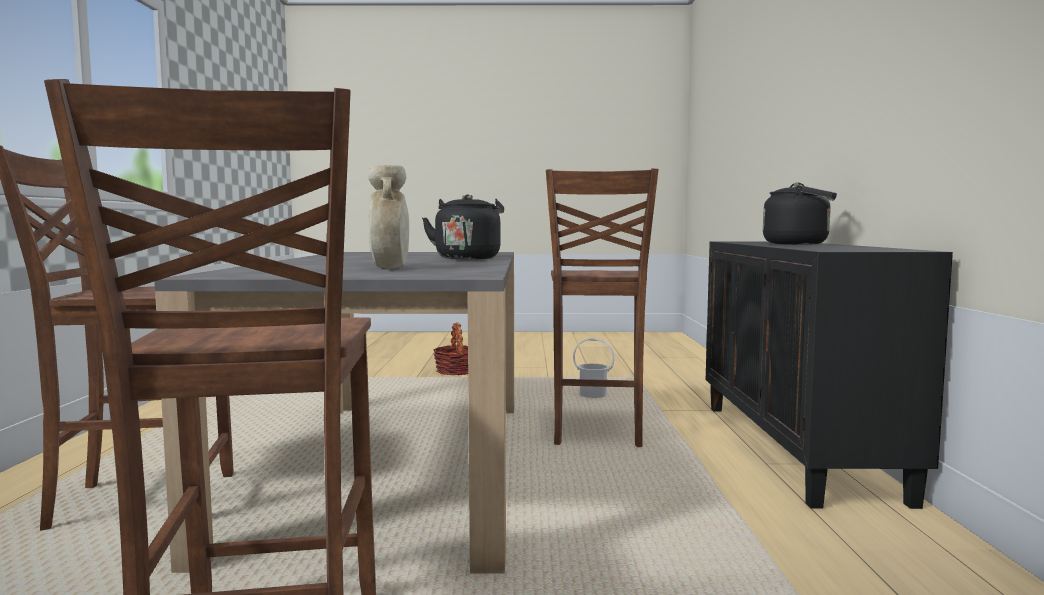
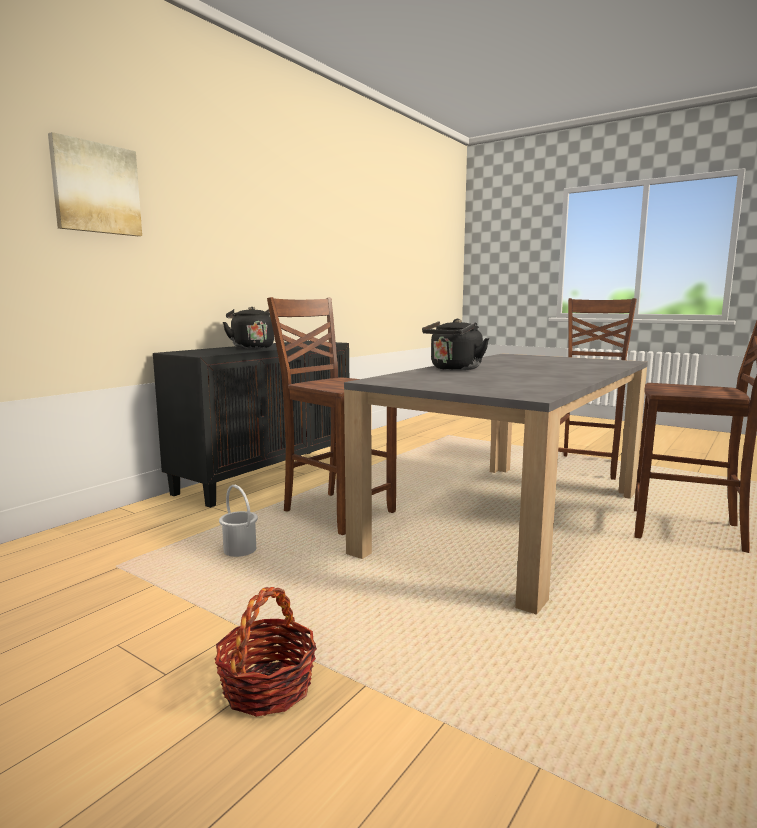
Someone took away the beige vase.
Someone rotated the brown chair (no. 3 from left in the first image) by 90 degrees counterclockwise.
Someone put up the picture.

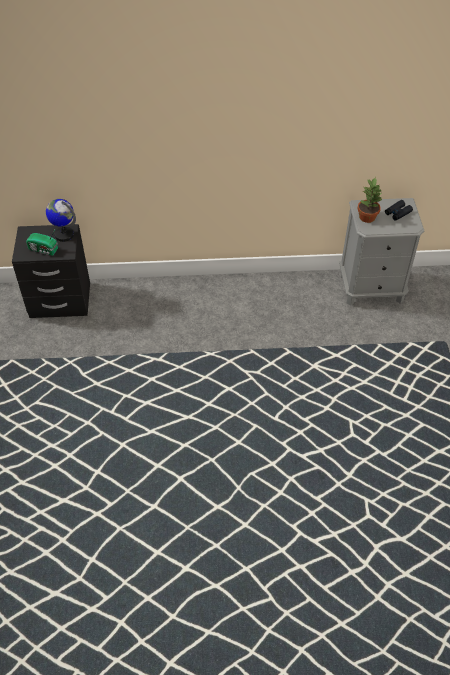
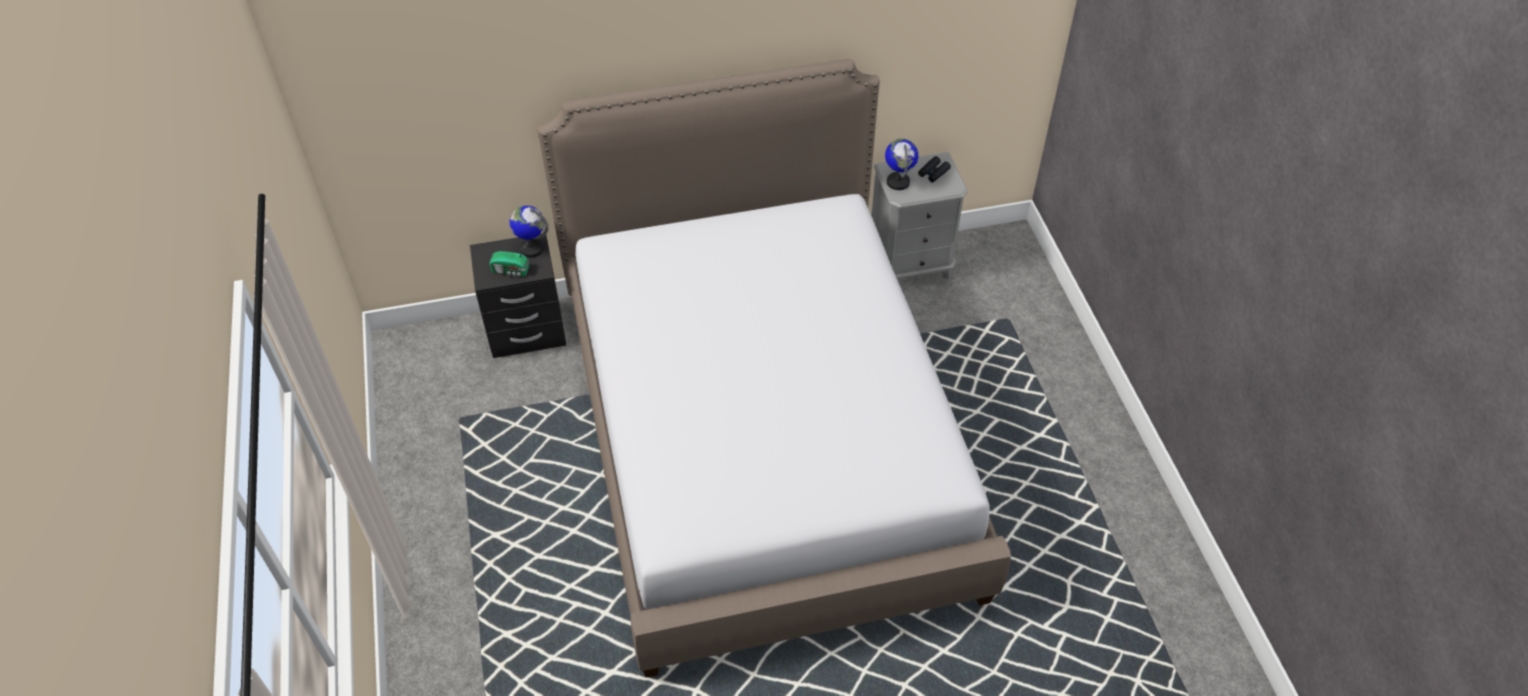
Someone swapped the potted plant for the globe (no. 2 from left).
Someone put down the bed.

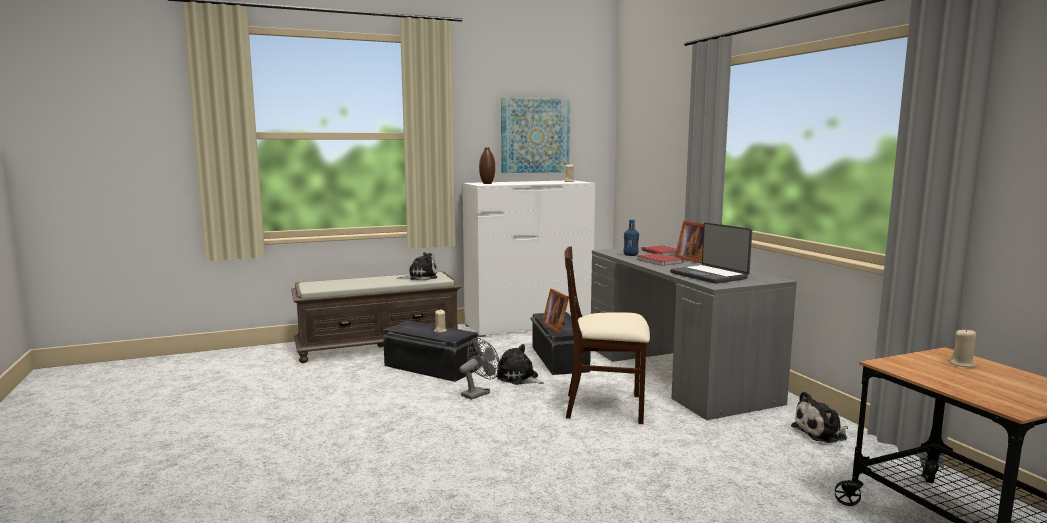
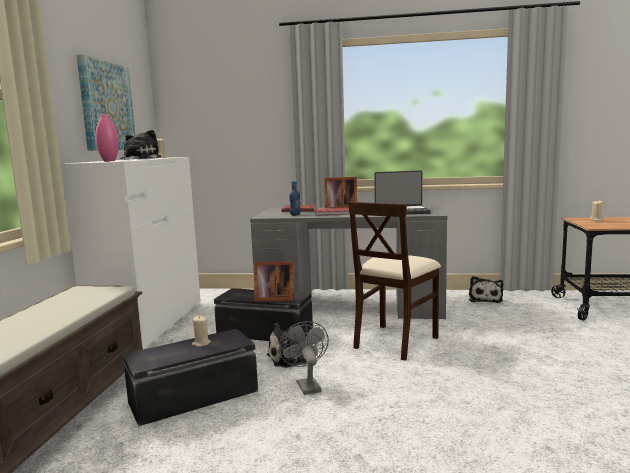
Someone carried the plush toy (no. 1 from left).
Someone repainted the brown vase, which became the pink vase.

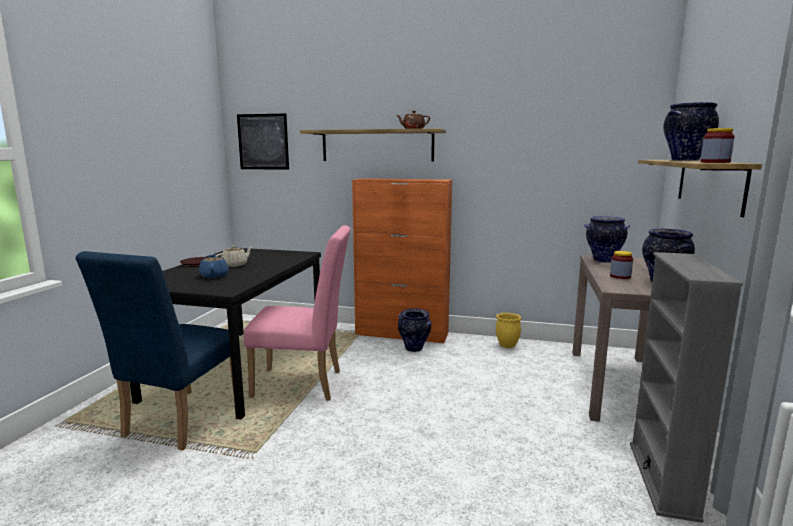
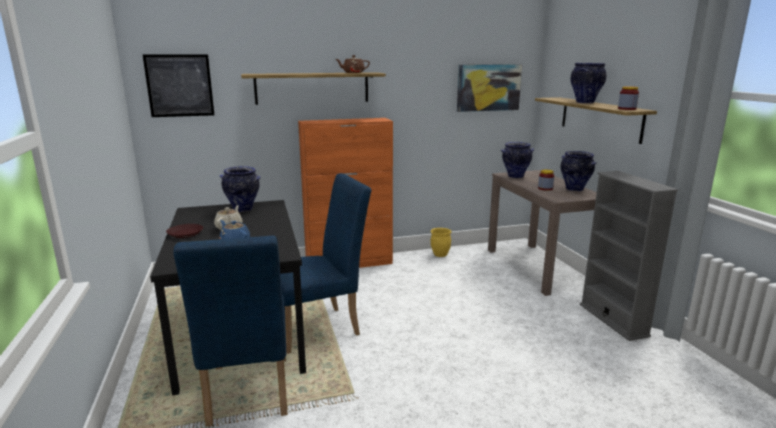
Someone repainted the pink chair, which became the blue chair (no. 2 from left).
Someone carried the vase (no. 1 from left).
Someone put up the picture (no. 2 from left).

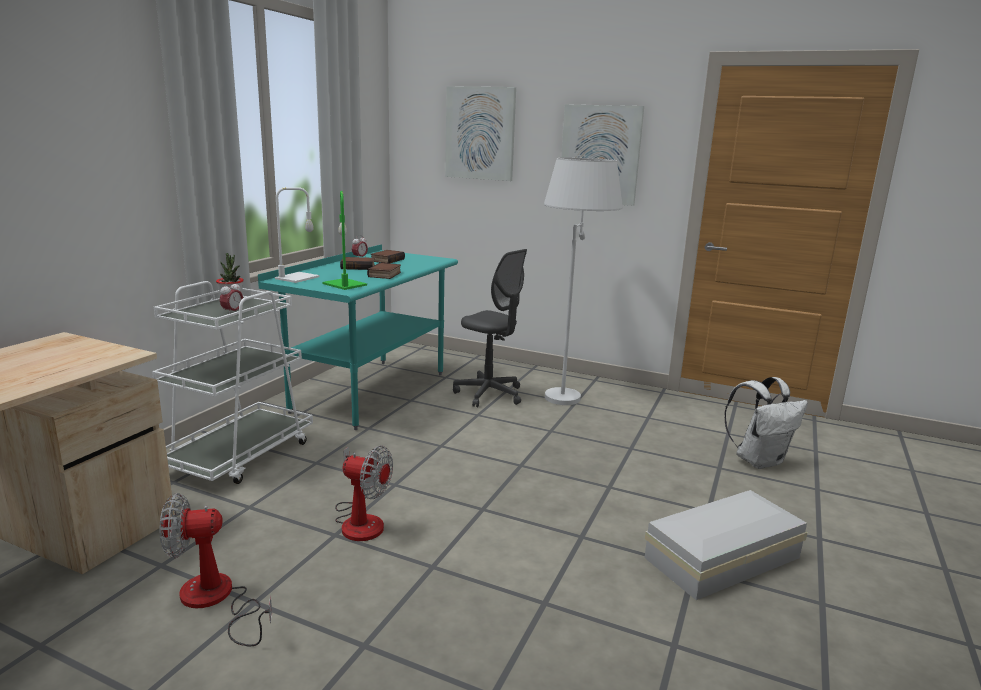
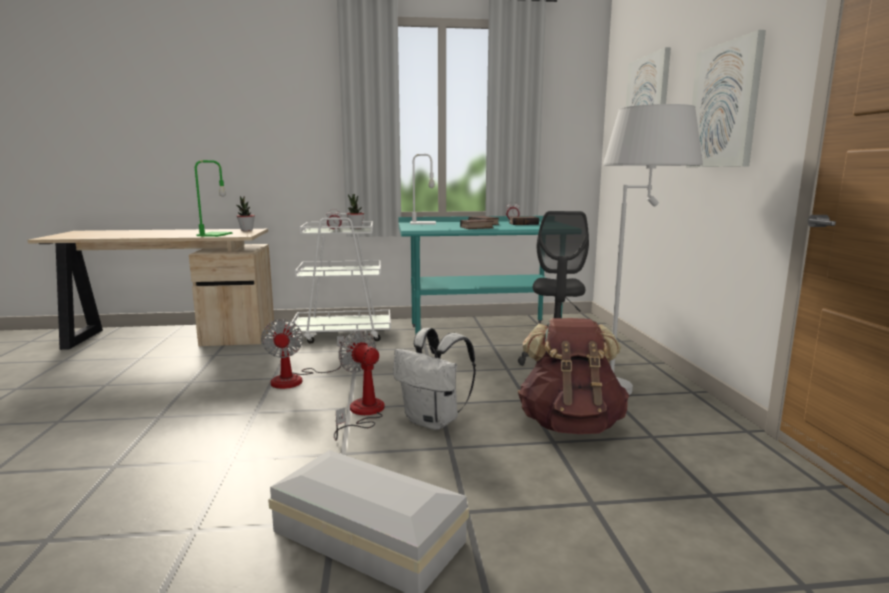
Someone carried the fan (no. 1 from left in the first image).
Someone carried the green table lamp.
Someone carried the white backpack.
Someone put down the potted plant (no. 1 from left).
Someone put down the brown backpack.

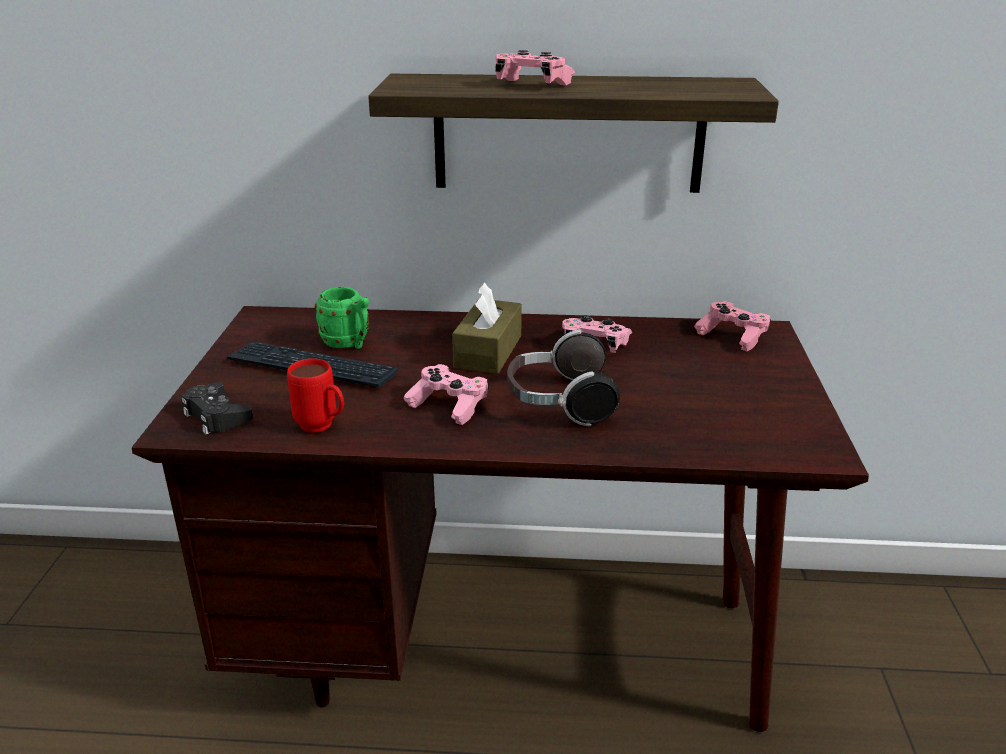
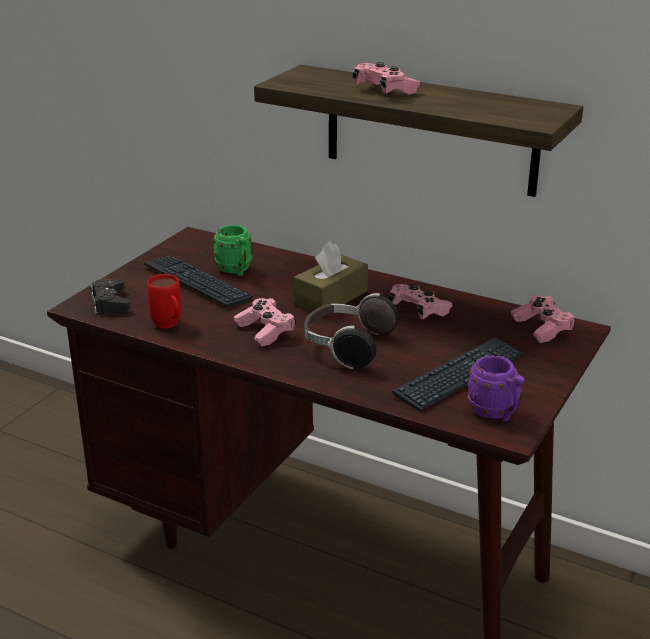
Someone put down the keyboard (no. 2 from left).
Someone put down the purple mug.

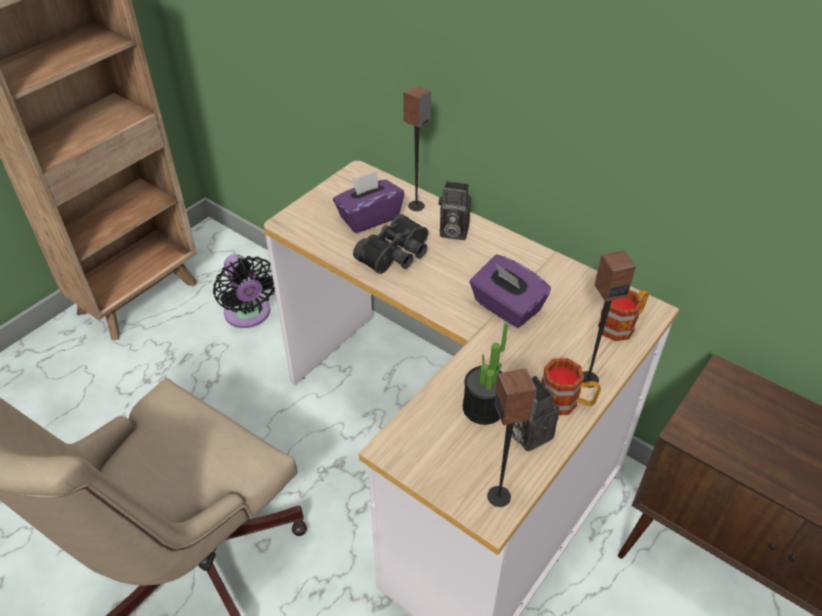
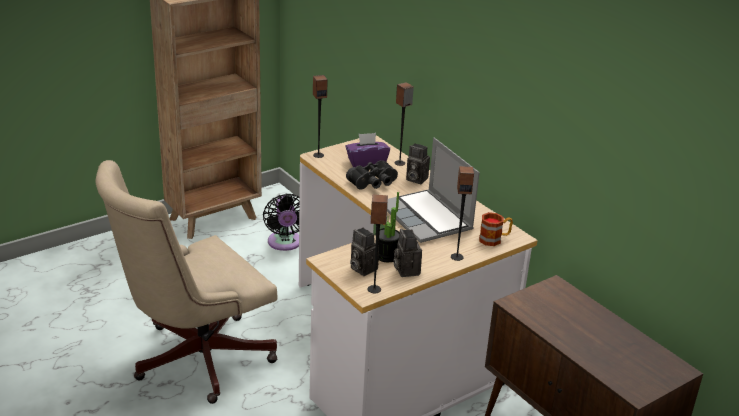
Someone swapped the purple tissue box (no. 2 from left) for the laptop.
Someone took away the mug (no. 1 from left).
Someone put down the speaker (no. 1 from left).
Someone put down the photo camera (no. 1 from left).

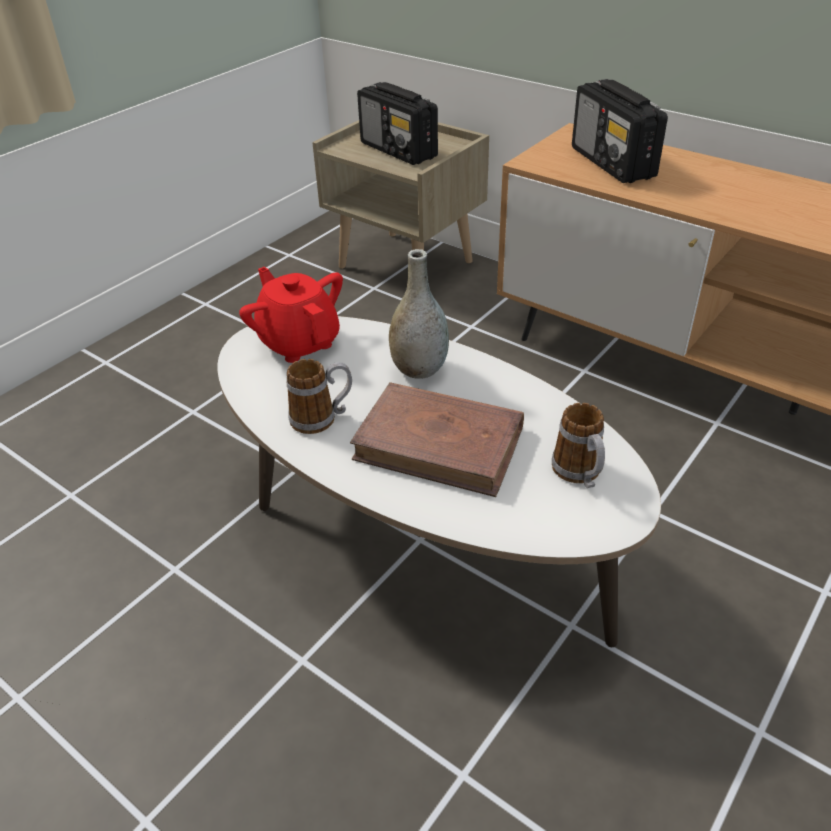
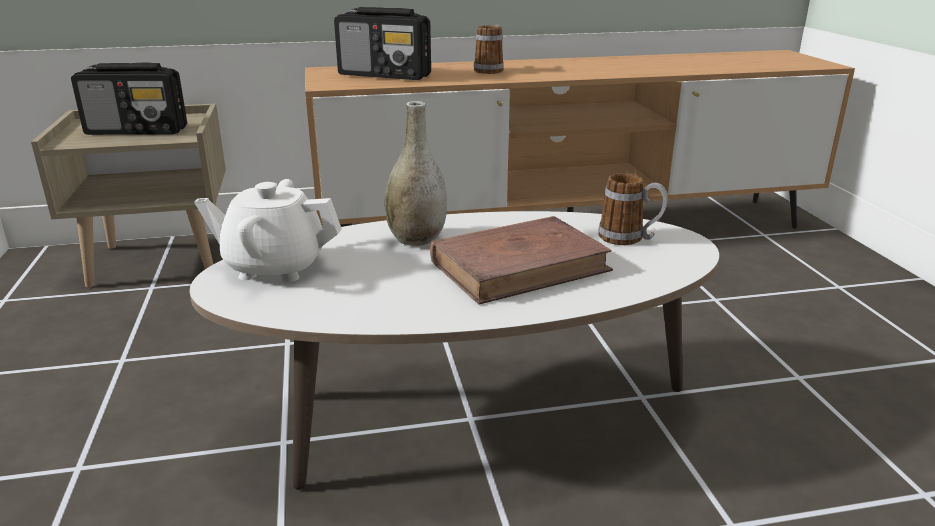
Someone repainted the red teapot, which became the white teapot.
Someone carried the mug (no. 1 from left).

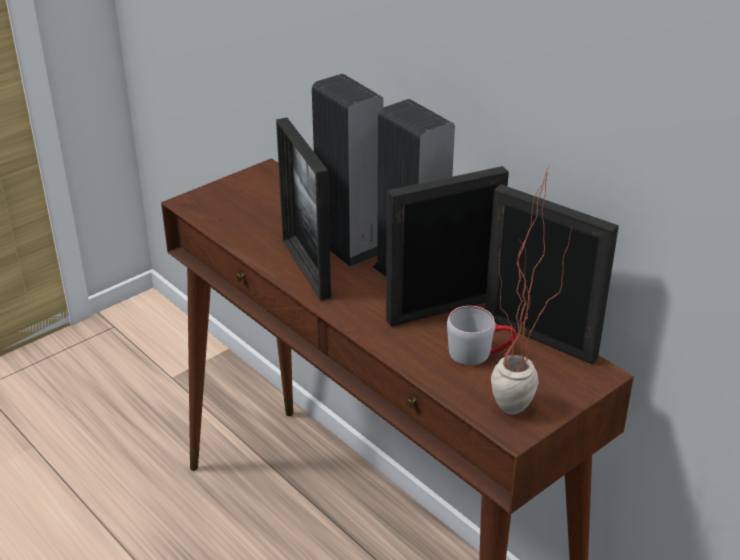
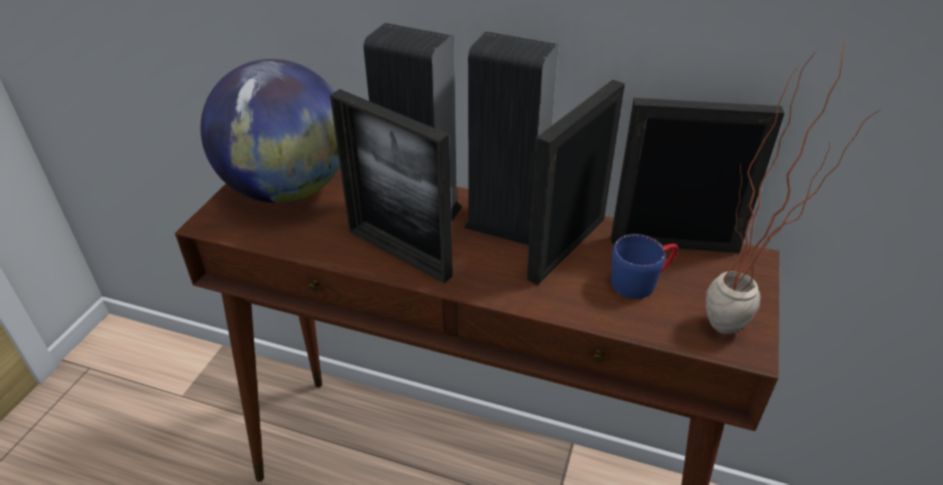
Someone repainted the grey mug, which became the blue mug.
Someone put down the globe.

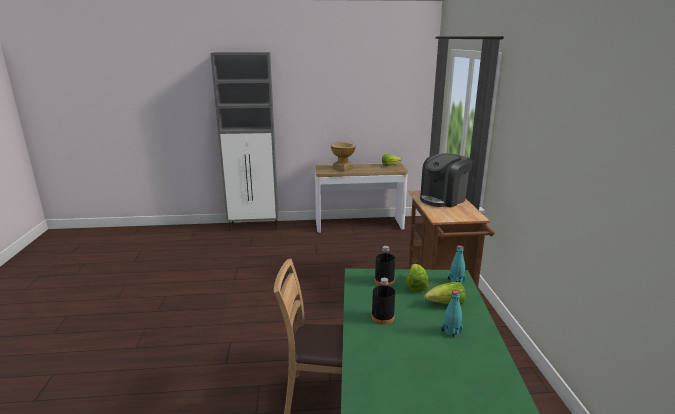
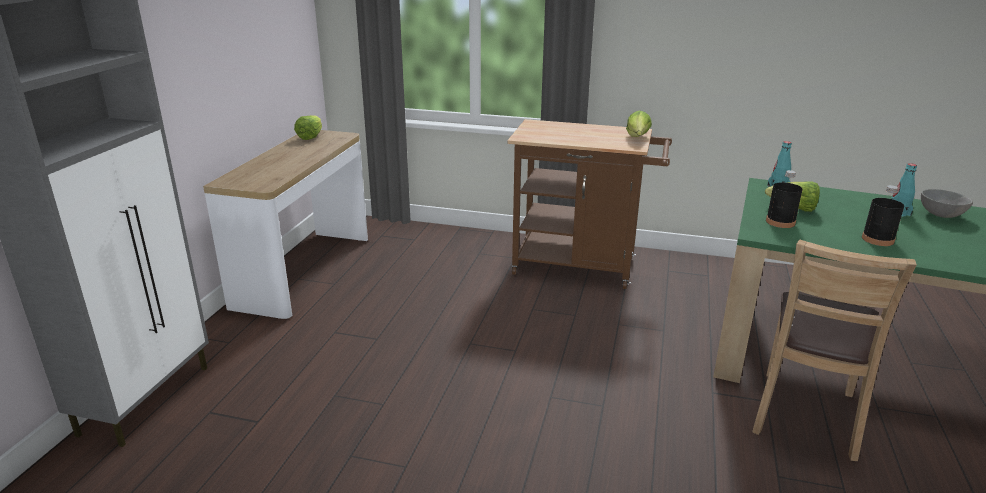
Someone took away the vase.
Someone took away the coffee machine.
Someone carried the lettuce (no. 3 from left in the first image).
Someone put down the grey bowl.

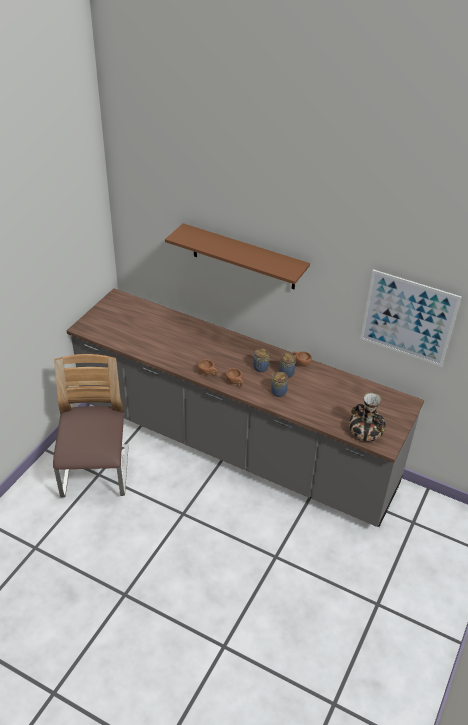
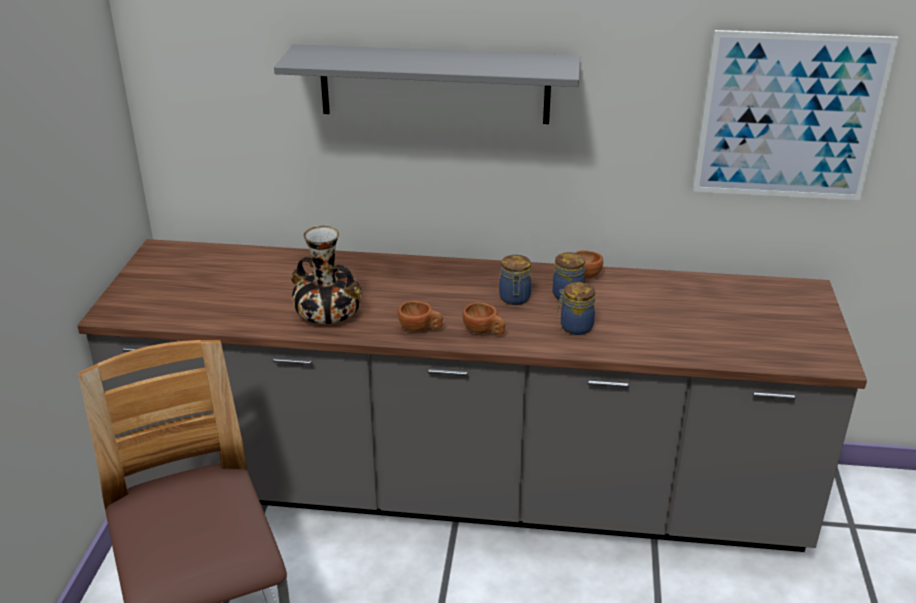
Someone repainted the brown shelf, which became the grey shelf.
Someone carried the vase.

